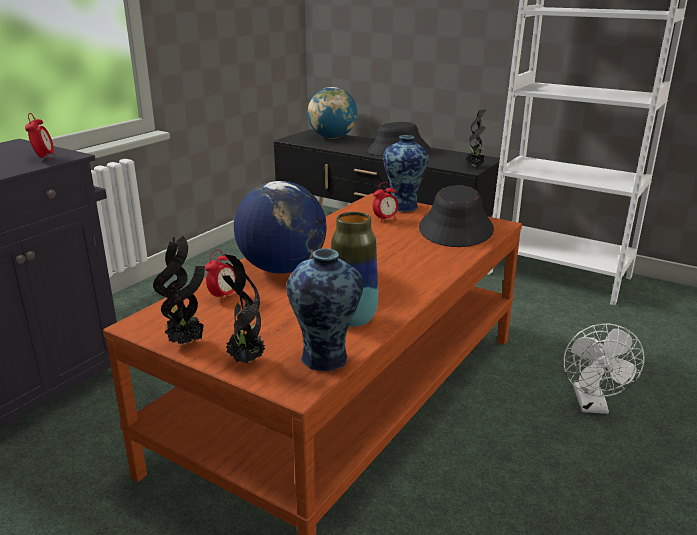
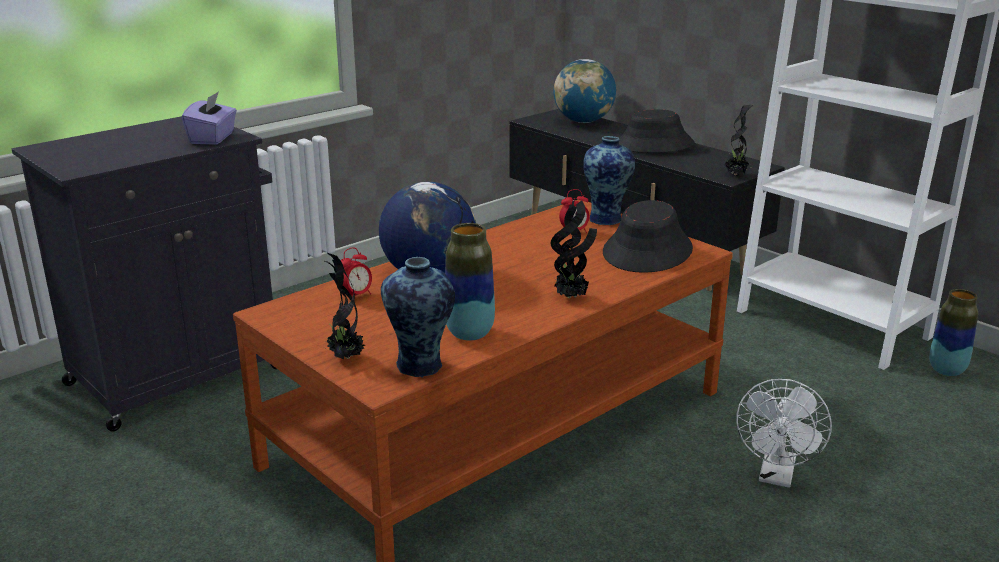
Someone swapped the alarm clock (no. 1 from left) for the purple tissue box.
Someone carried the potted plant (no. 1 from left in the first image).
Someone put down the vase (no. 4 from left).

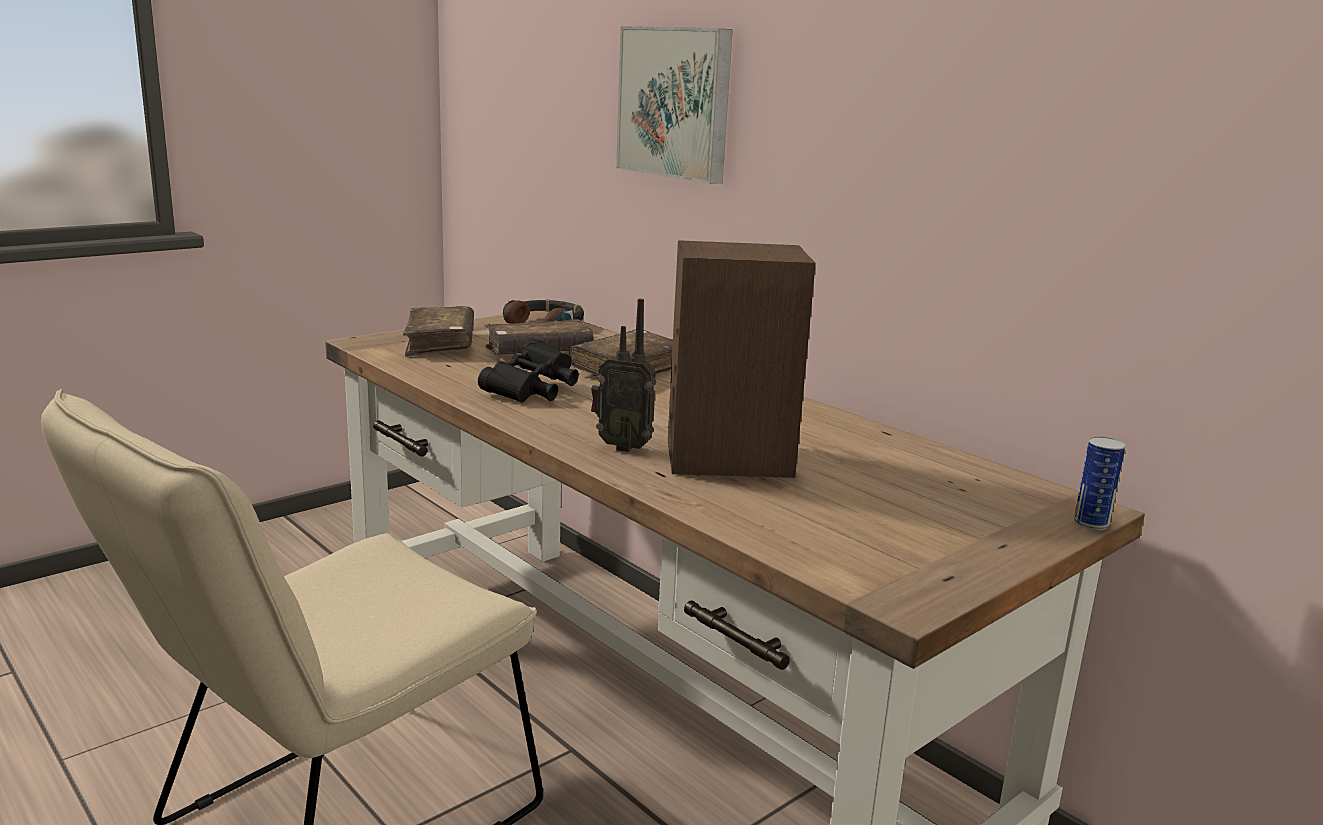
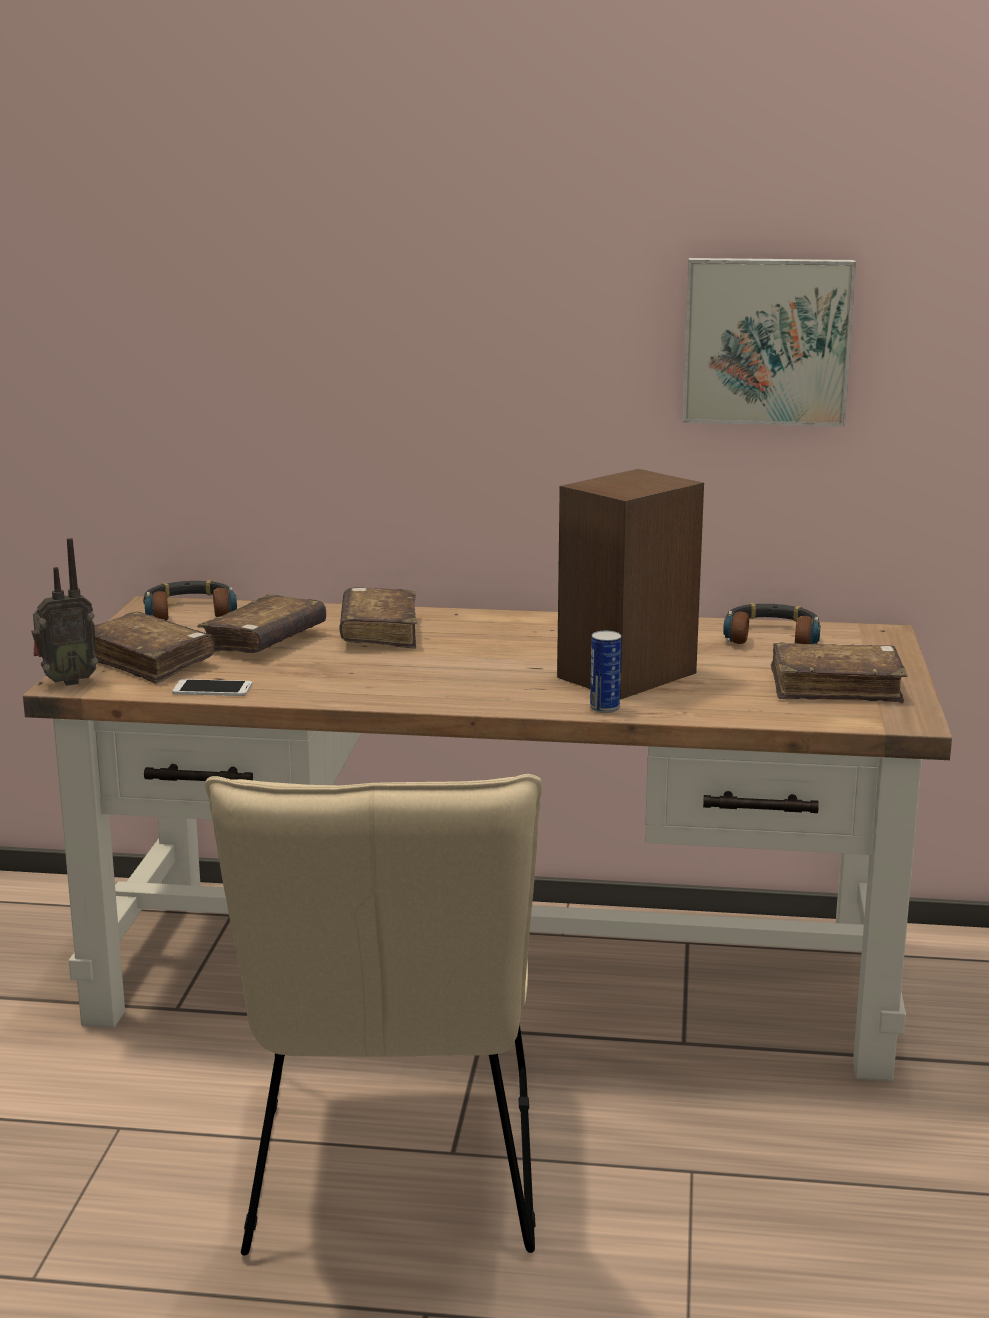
Someone took away the black binoculars.
Someone carried the radio.
Someone carried the picture.
Someone carried the can.
Someone put down the phone.
Someone put down the headphones (no. 2 from left).
Someone put down the brown book (no. 4 from left).

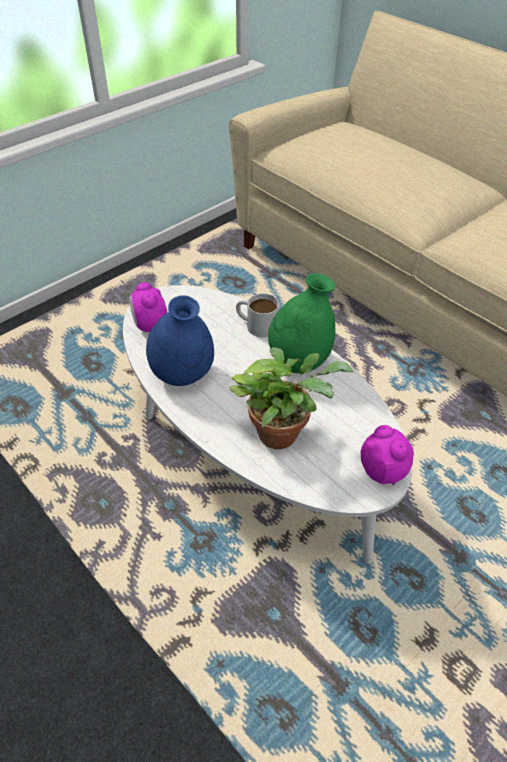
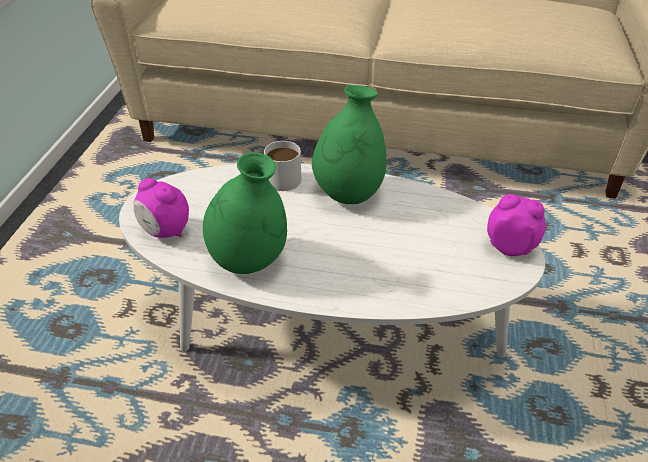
Someone repainted the blue vase, which became the green vase (no. 1 from left).
Someone took away the potted plant.

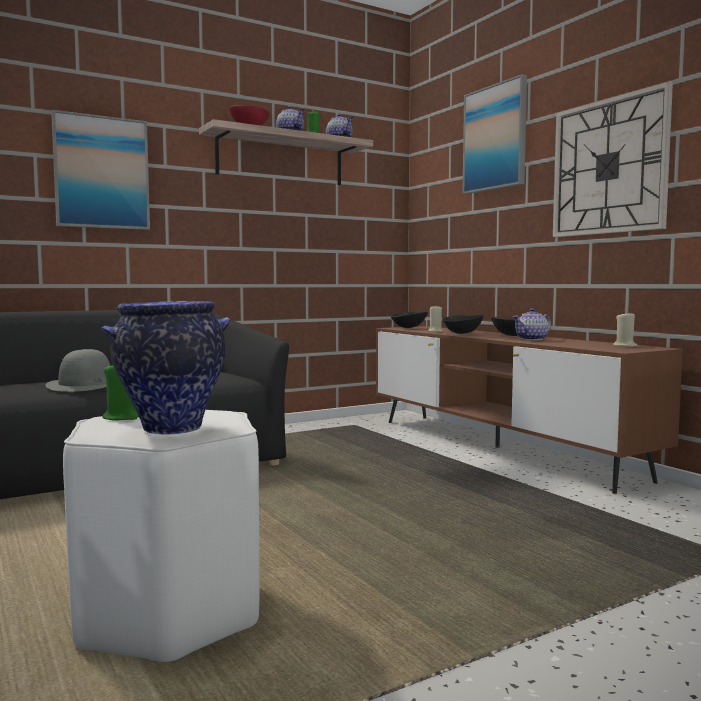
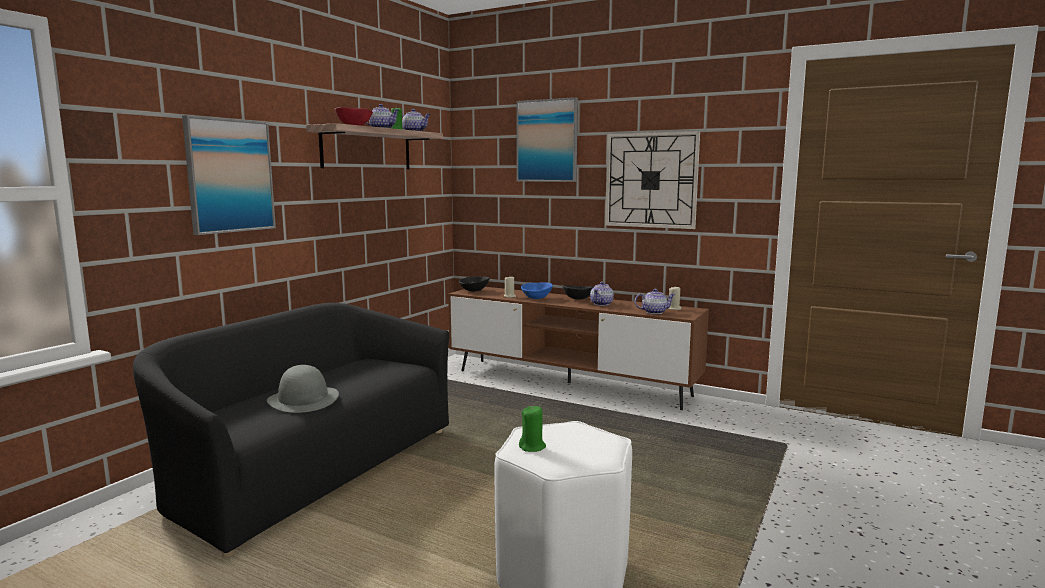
Someone took away the vase.
Someone repainted the black bowl (no. 2 from left), which became the blue bowl.
Someone put down the teapot (no. 4 from left).

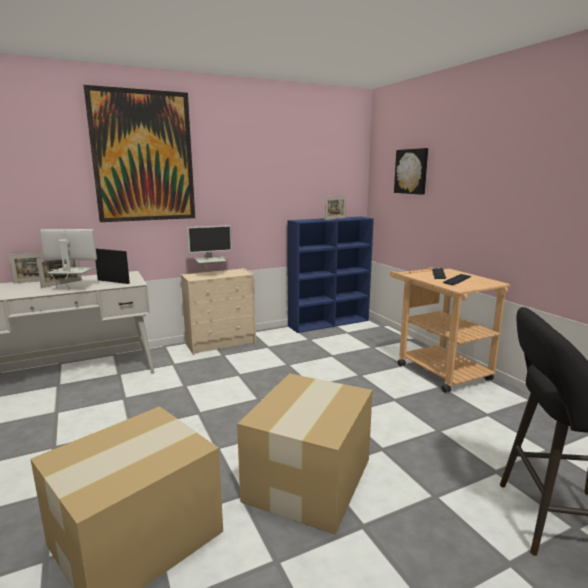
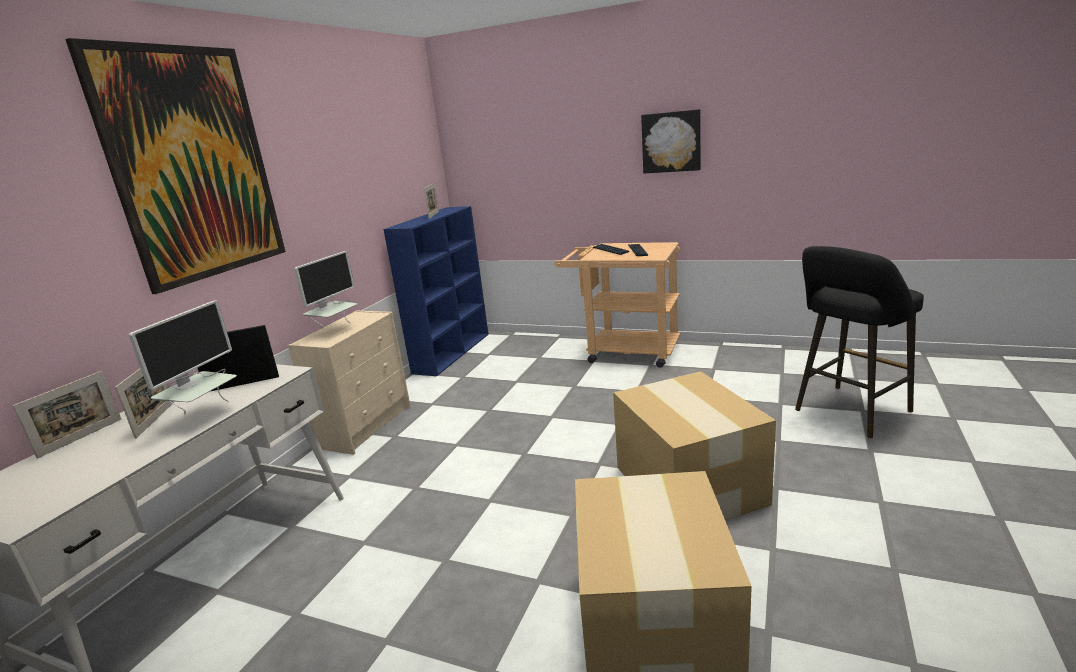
Someone rotated the monitor (no. 1 from left) by 150 degrees clockwise.
Someone carried the picture (no. 2 from left).

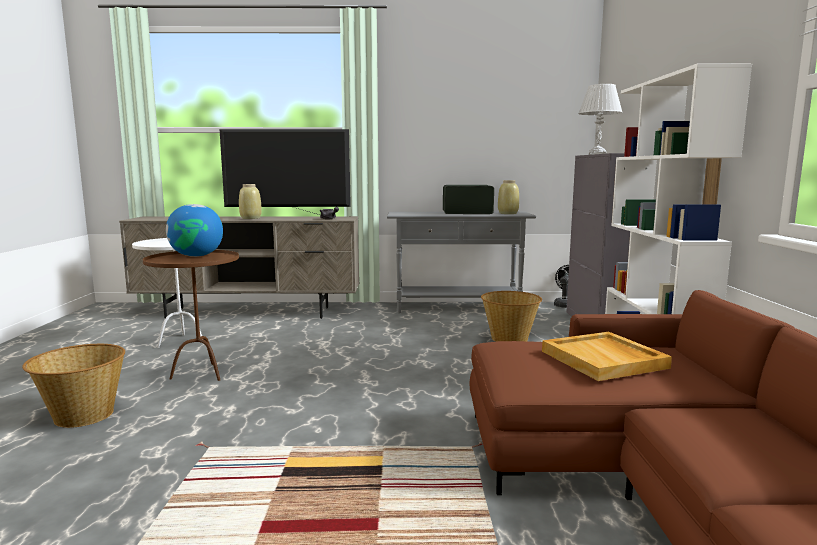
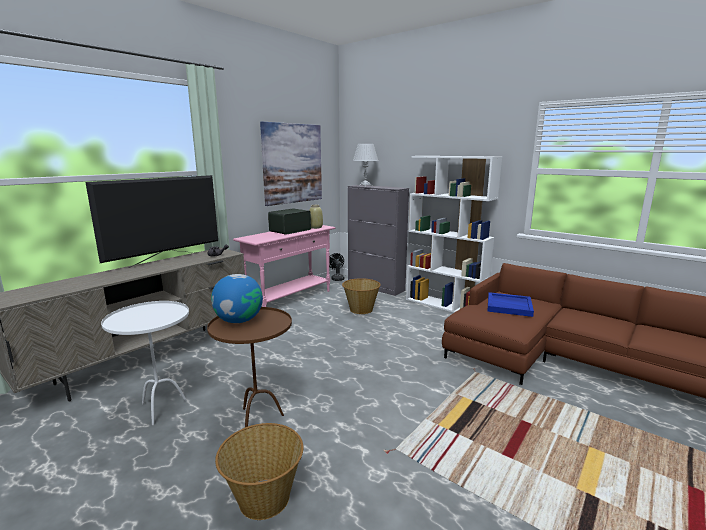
Someone took away the beige vase (no. 1 from left).
Someone repainted the grey console table, which became the pink console table.
Someone repainted the beige tray, which became the blue tray.
Someone put up the picture.

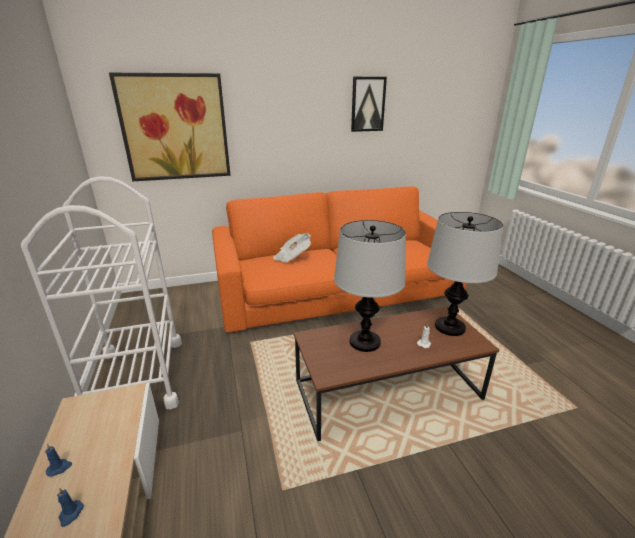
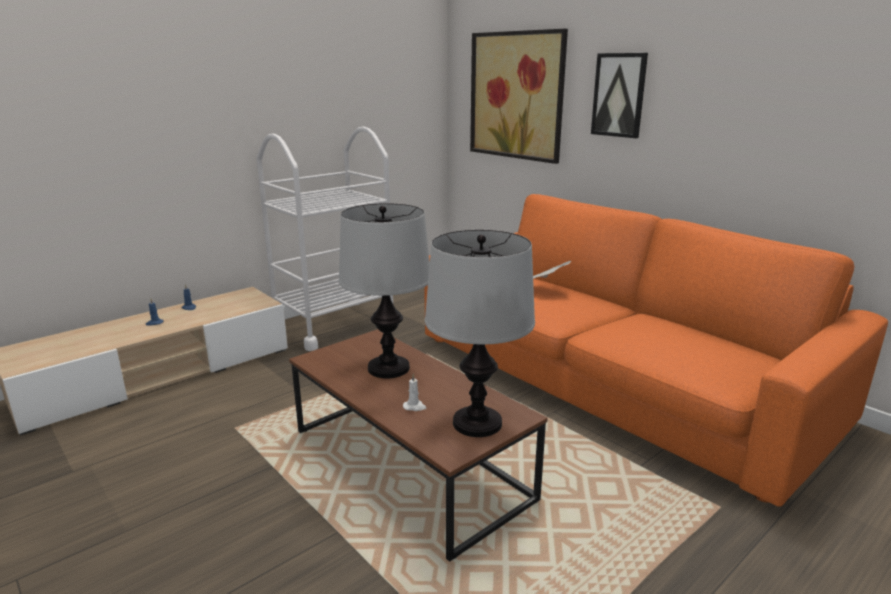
Someone carried the picture (no. 2 from left).

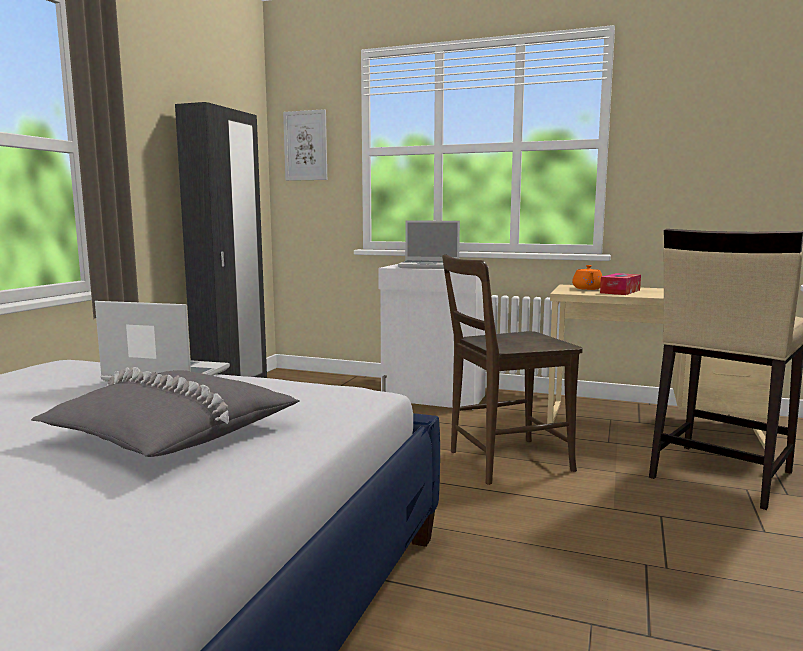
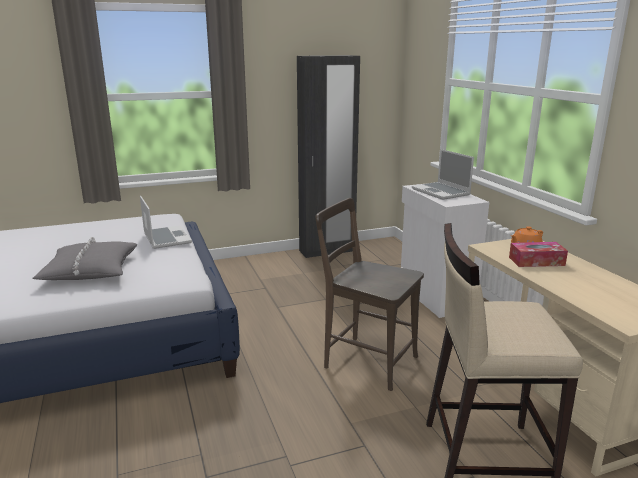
Someone took away the picture.

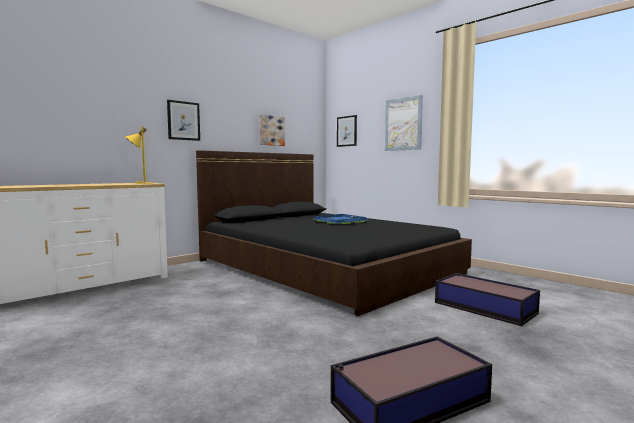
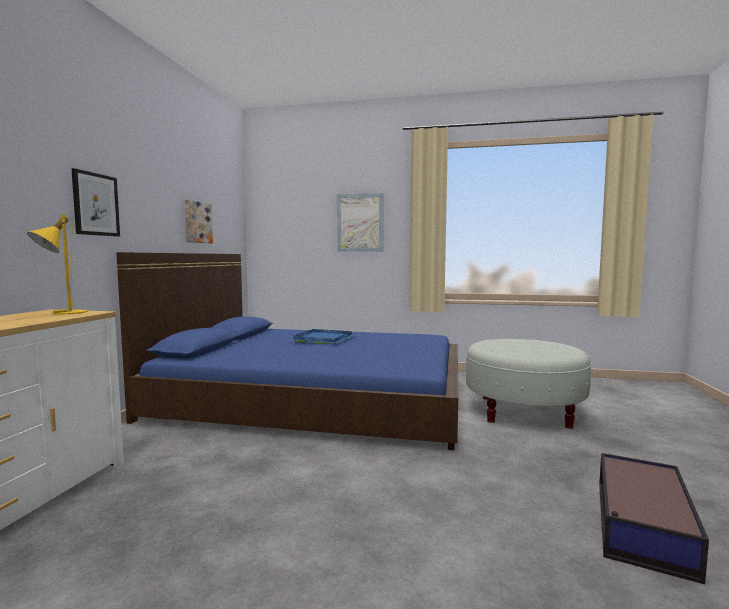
Someone repainted the black bed, which became the blue bed.
Someone took away the picture (no. 3 from left).
Someone swapped the storage box (no. 2 from left) for the white ottoman.

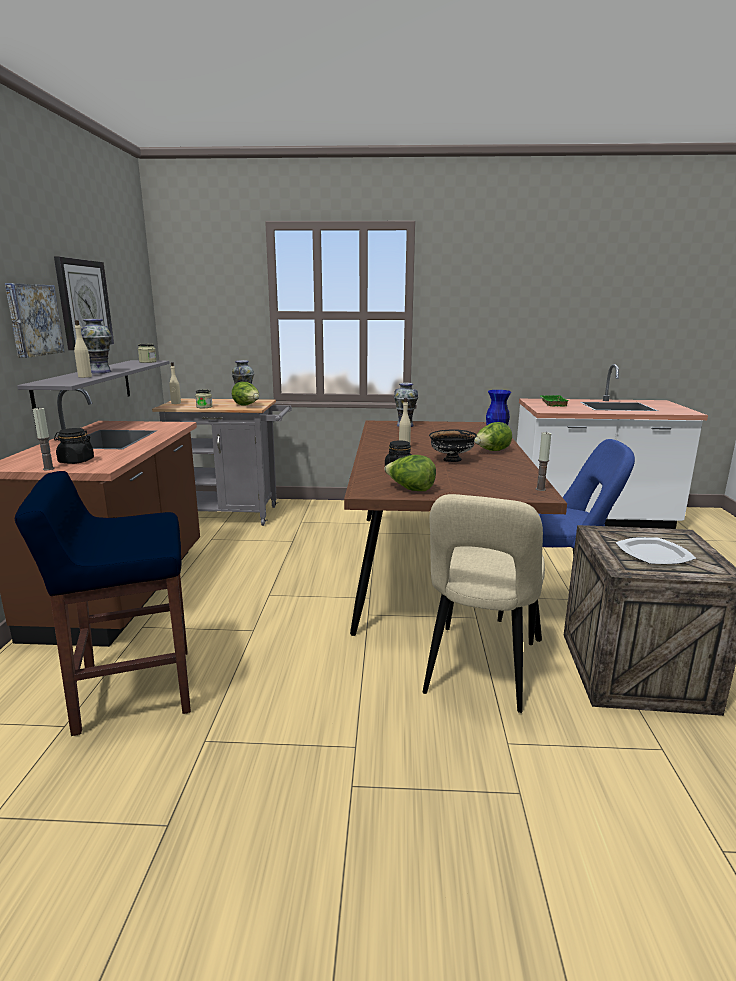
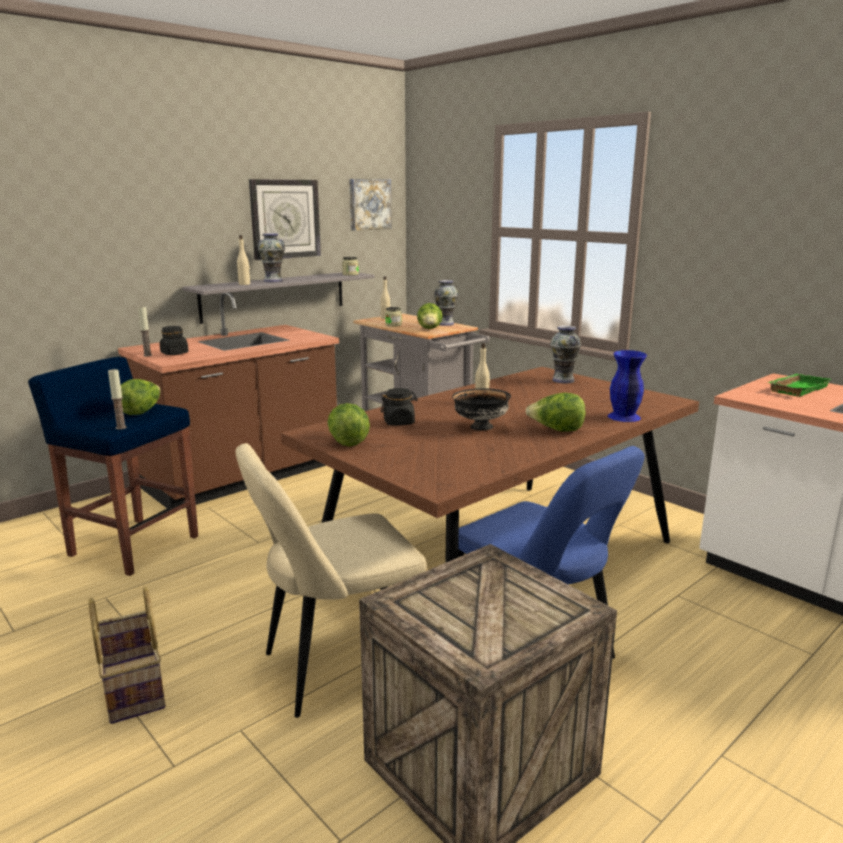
Someone carried the picture.
Someone carried the candle (no. 2 from left in the first image).
Someone took away the plate.
Someone put down the basket.
Someone put down the lettuce (no. 1 from left).

